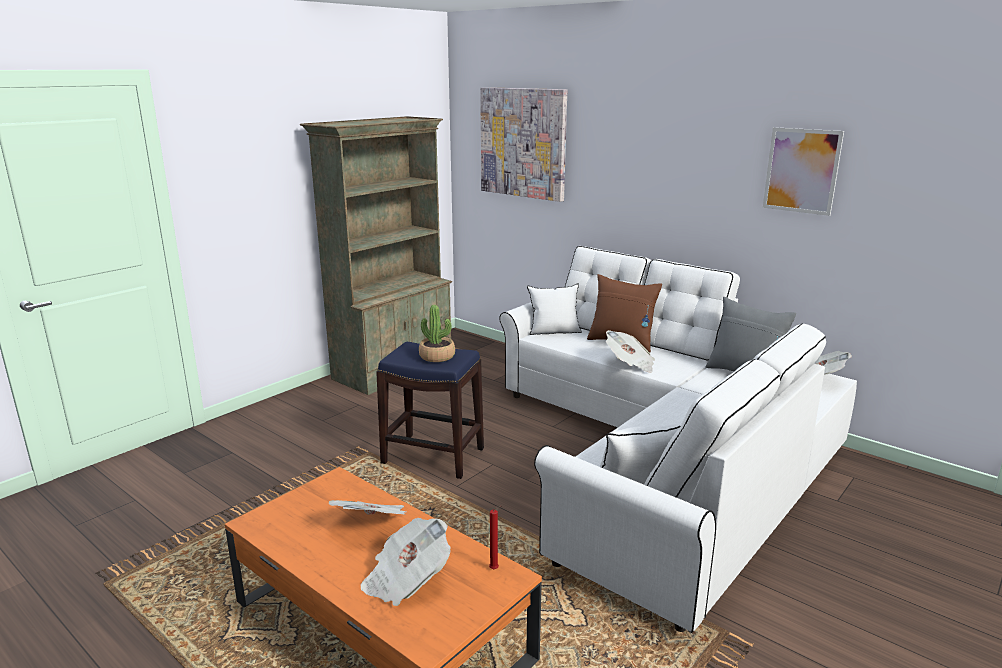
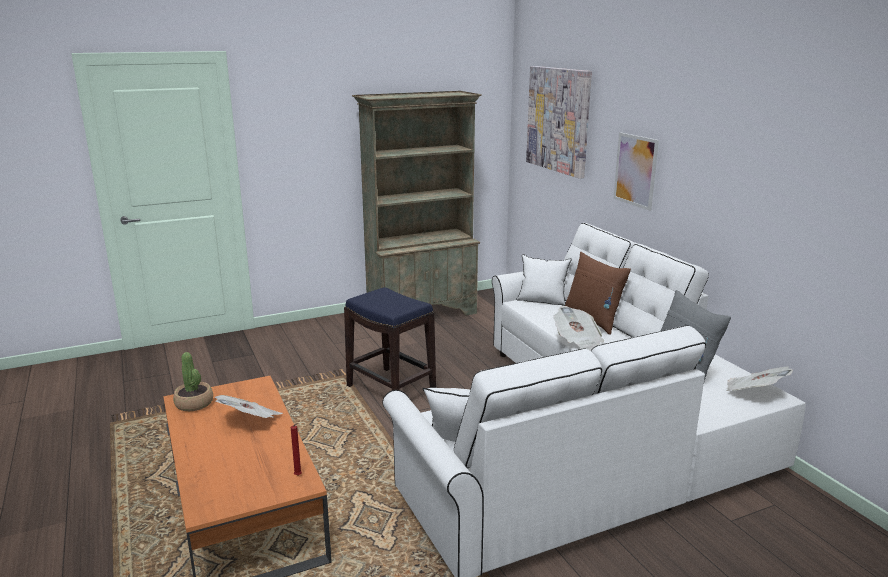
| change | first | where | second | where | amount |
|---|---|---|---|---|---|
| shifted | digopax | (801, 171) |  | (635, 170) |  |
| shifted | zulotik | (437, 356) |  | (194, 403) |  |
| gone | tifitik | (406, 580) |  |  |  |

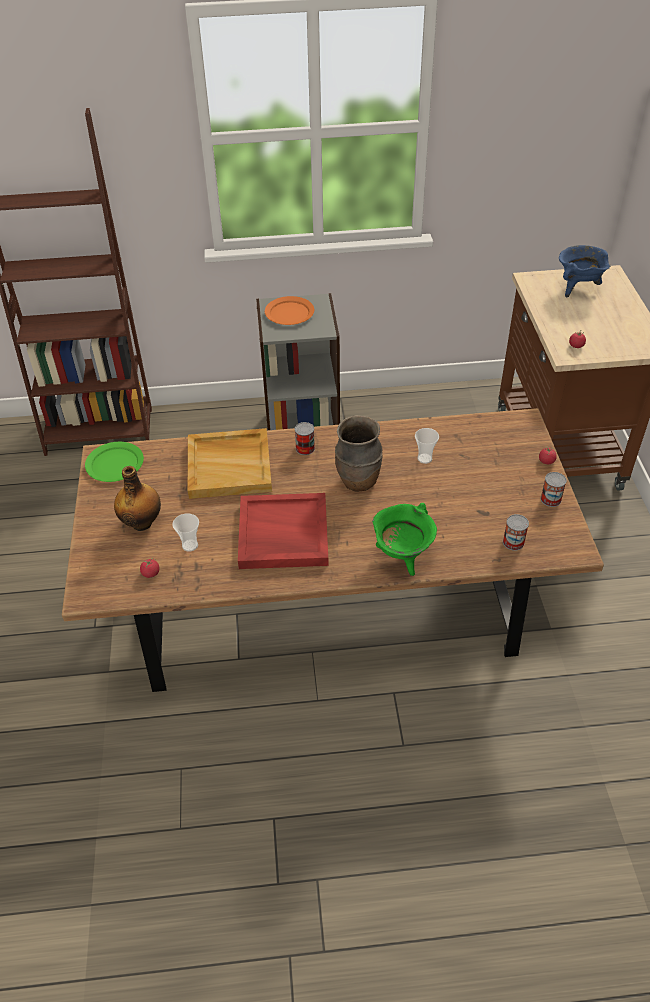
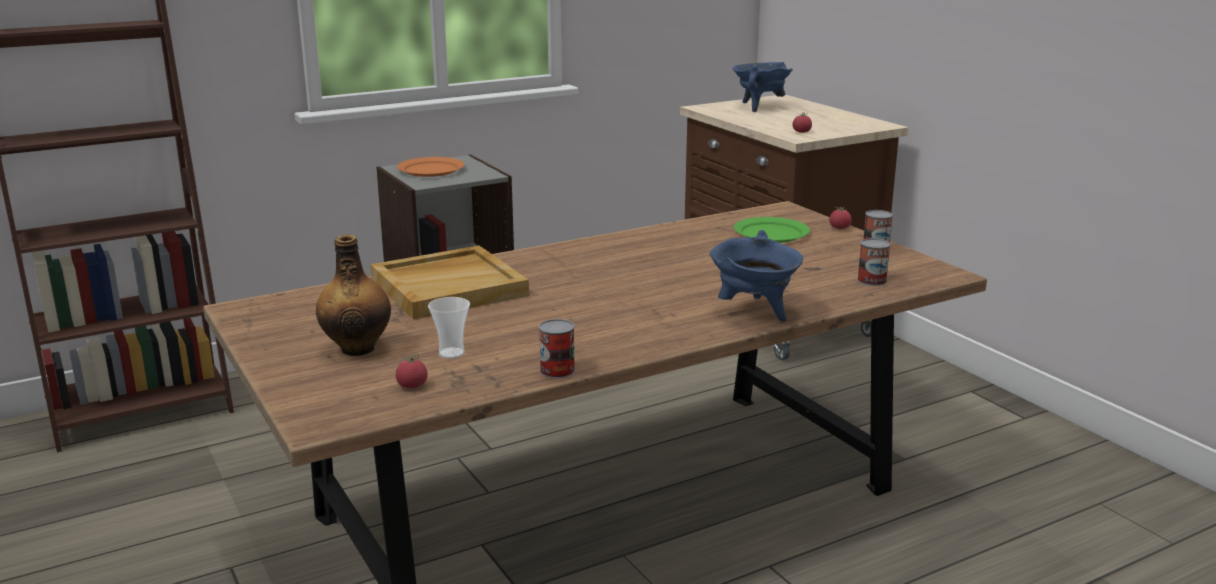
| change | first | where | second | where | amount |
|---|---|---|---|---|---|
| gone | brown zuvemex | (358, 481) |  |  |  |
| shifted | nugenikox | (305, 448) |  | (557, 370) |  |
| gone | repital | (424, 458) |  |  |  |
| shifted | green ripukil | (115, 464) |  | (771, 233) |  |
| gone | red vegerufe | (282, 534) |  |  |  |
| repainted | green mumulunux | (402, 557) | blue mumulunux | (754, 312) |  |

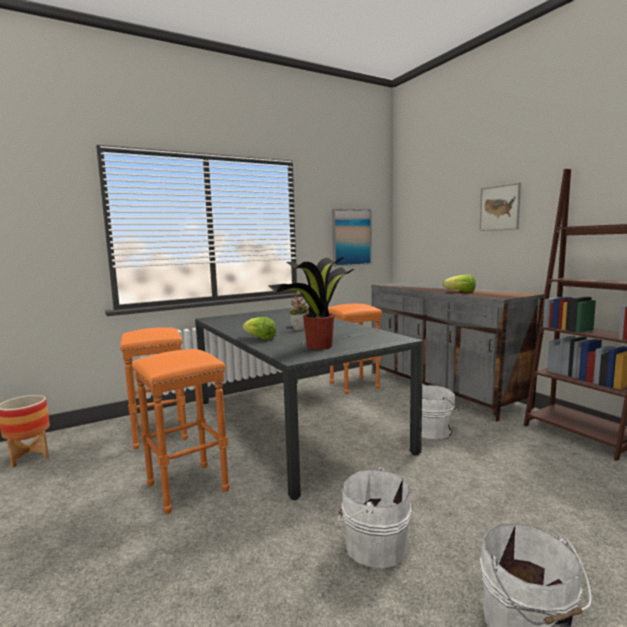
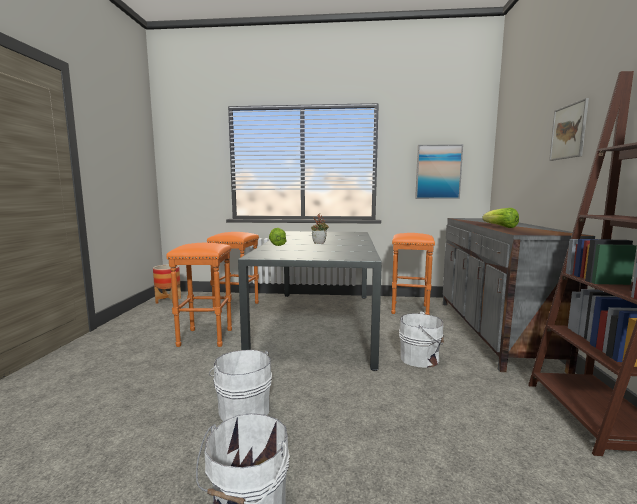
| change | first | where | second | where | amount |
|---|---|---|---|---|---|
| gone | zulotik | (318, 346) |  |  |  |

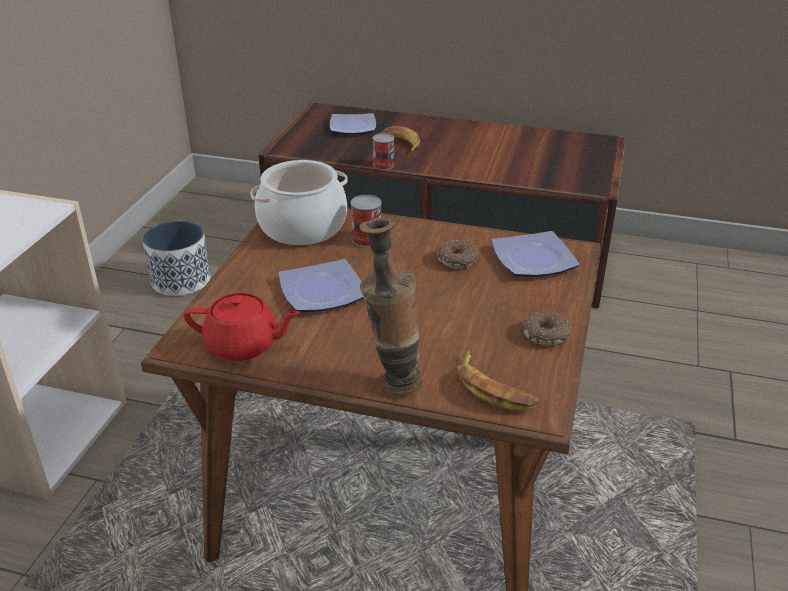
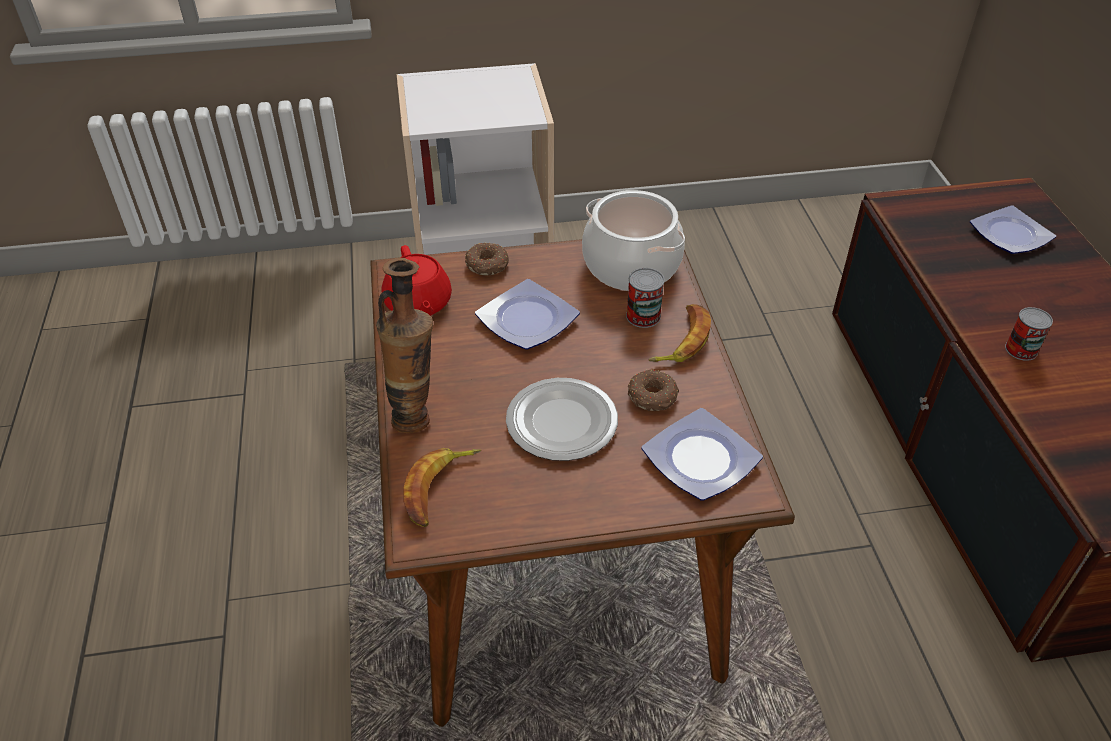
| change | first | where | second | where | amount |
|---|---|---|---|---|---|
| shifted | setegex | (401, 143) |  | (682, 340) |  |
| shifted | nugenikox | (383, 165) |  | (1021, 349) |  |
| gone | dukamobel | (181, 280) |  |  |  |
| shifted | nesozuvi | (546, 334) |  | (487, 265) |  |
| new |  |  | ripukil | (561, 421) |  |

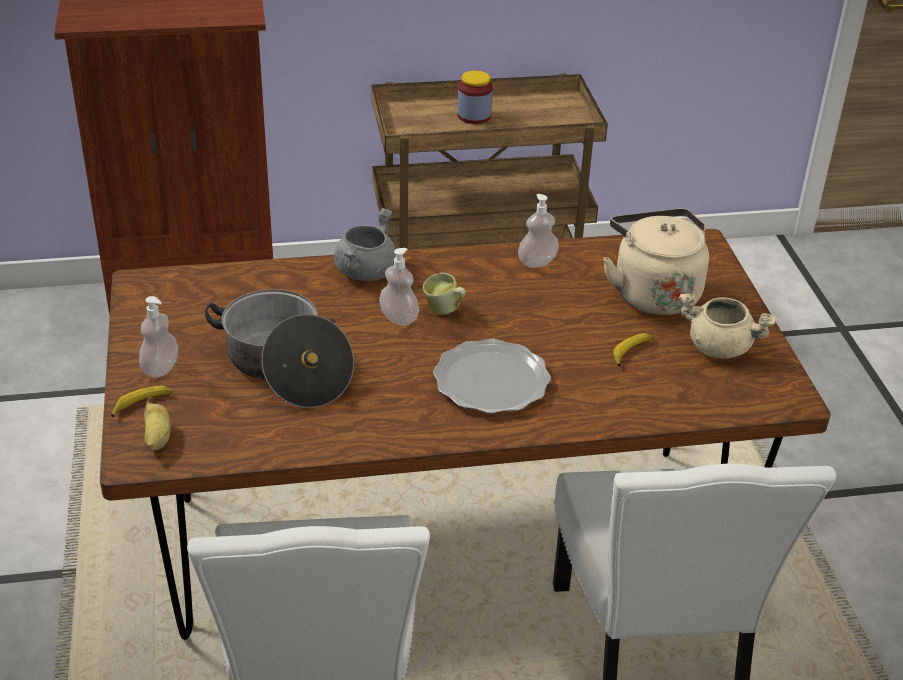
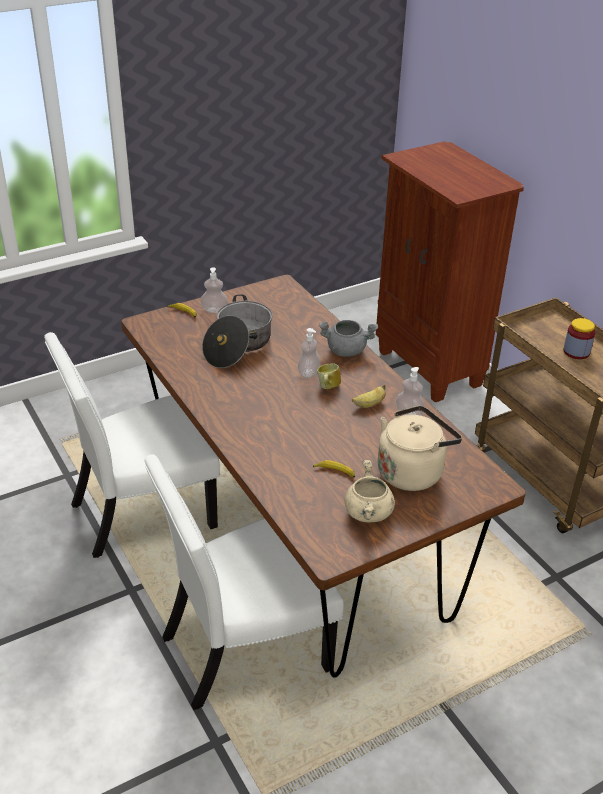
| change | first | where | second | where | amount |
|---|---|---|---|---|---|
| gone | ripukil | (490, 381) |  |  |  |
| shifted | setegex | (157, 438) |  | (369, 404) |  |

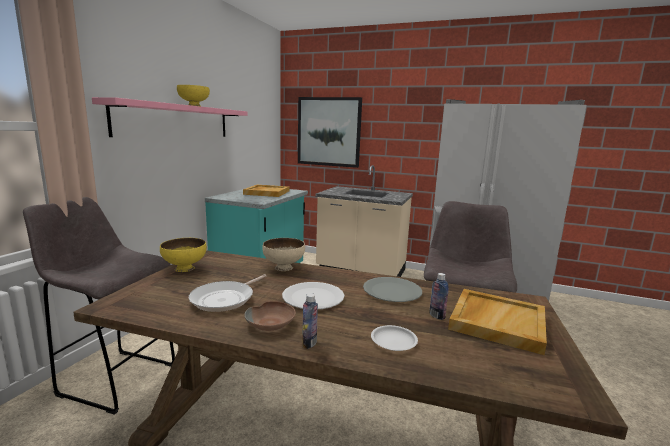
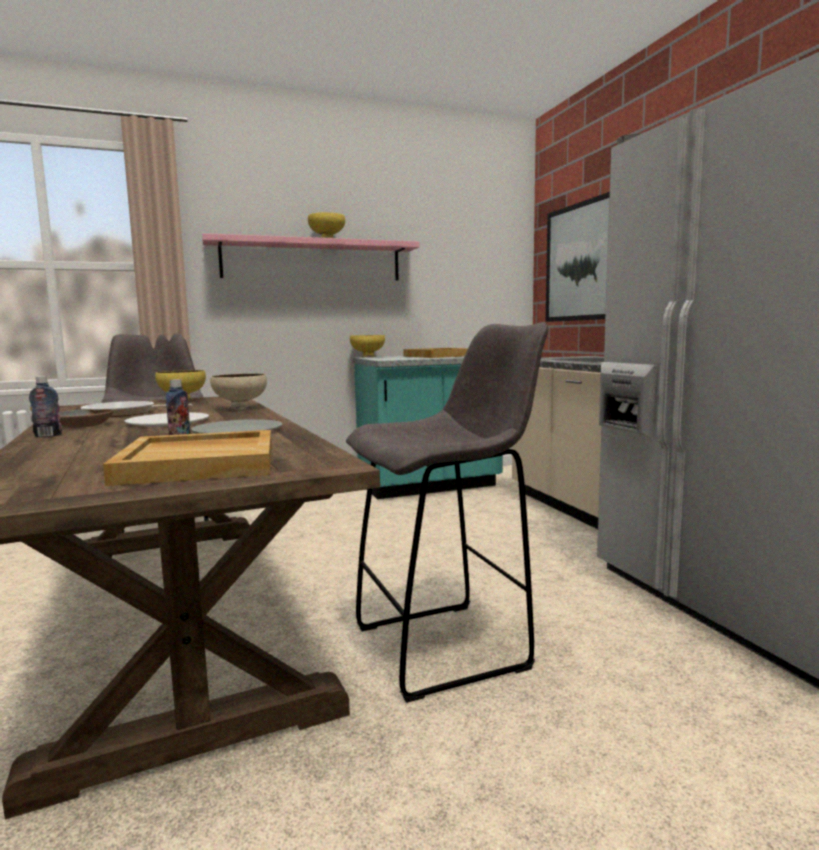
| change | first | where | second | where | amount |
|---|---|---|---|---|---|
| gone | white ripukil | (394, 341) |  |  |  |
| new |  |  | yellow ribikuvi | (367, 357) |  |

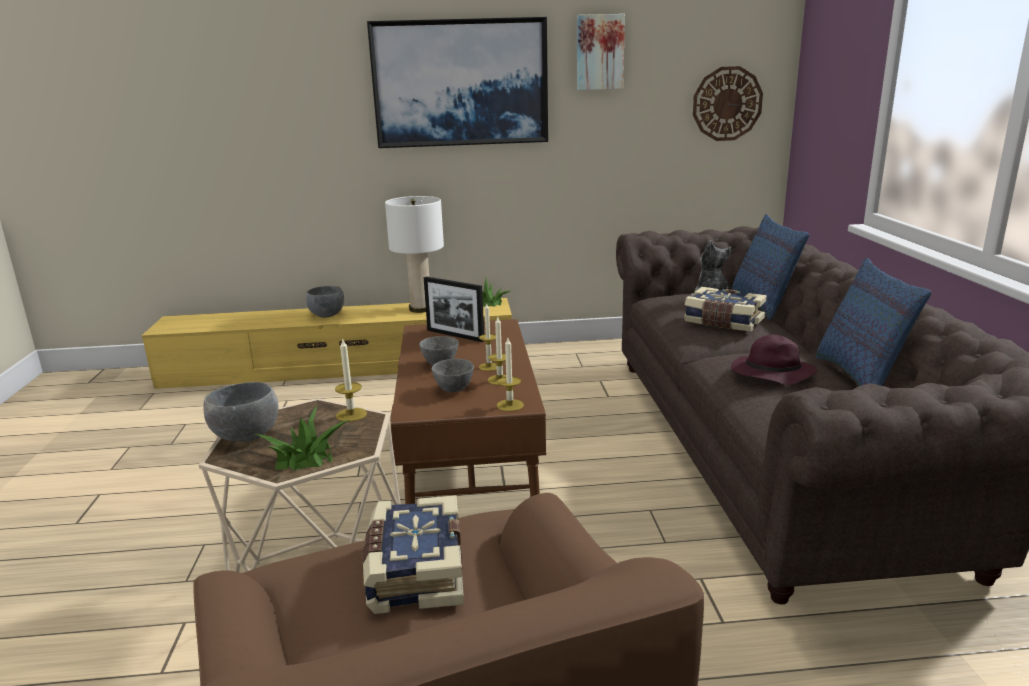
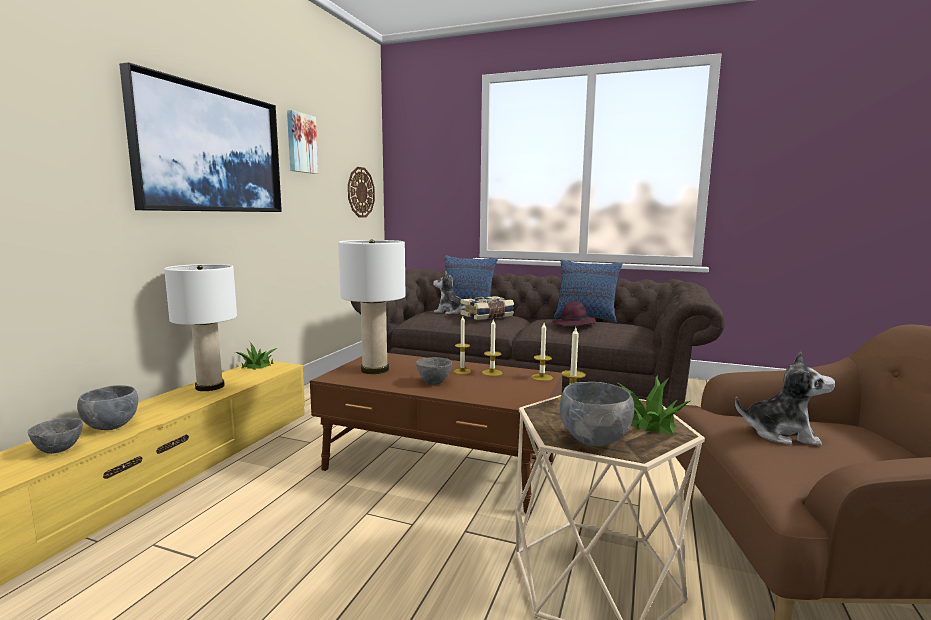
| change | first | where | second | where | amount |
|---|---|---|---|---|---|
| swapped | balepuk | (455, 335) | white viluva | (375, 369) |  |
| shifted | grey ribikuvi | (454, 390) |  | (59, 450) |  |
| swapped | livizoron | (414, 571) | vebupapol | (780, 434) |  |

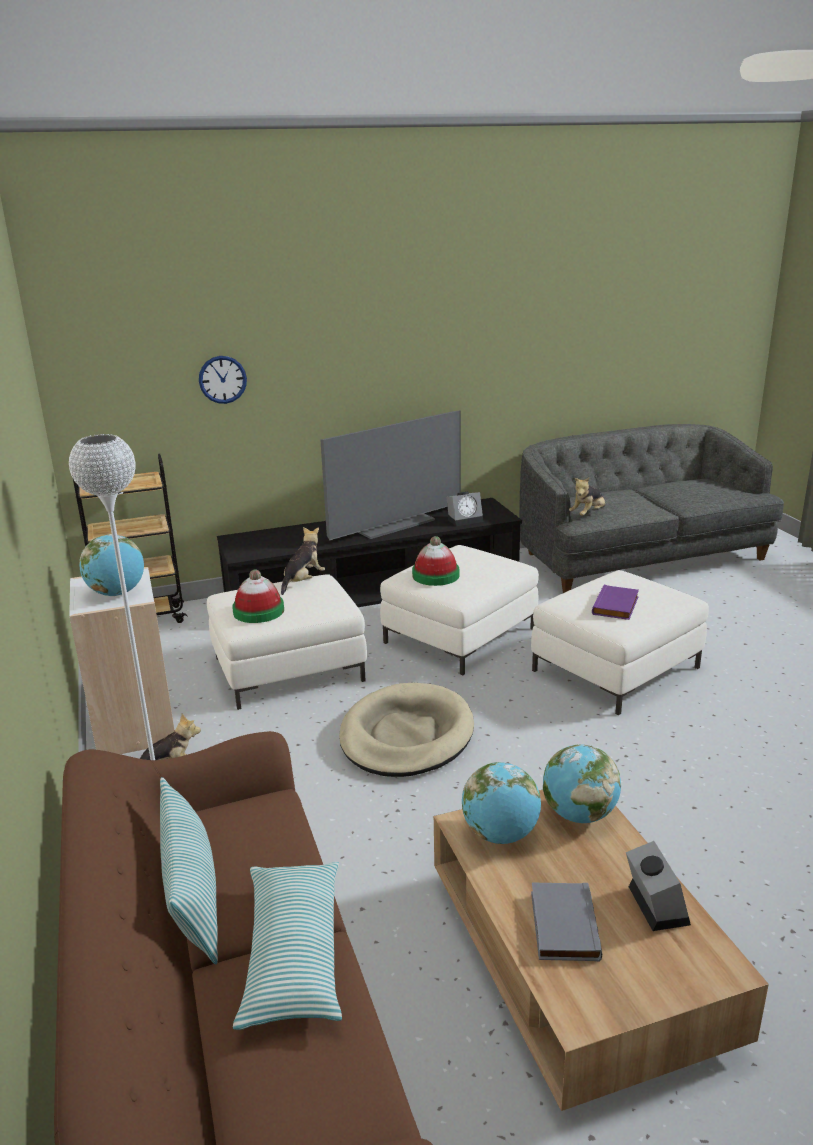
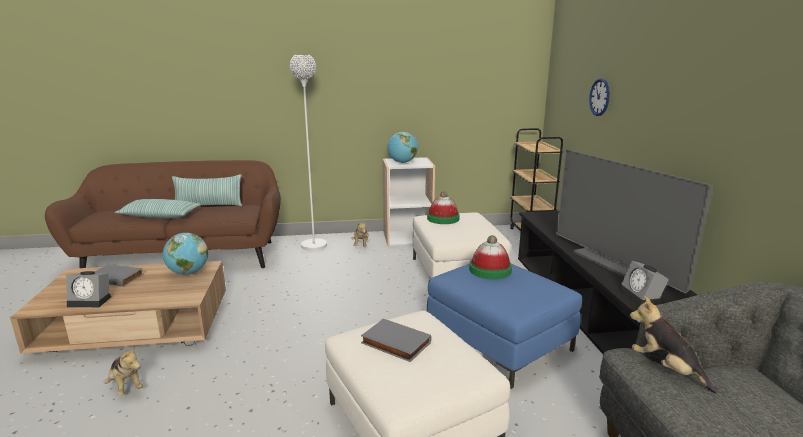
| change | first | where | second | where | amount |
|---|---|---|---|---|---|
| shifted | vebupapol | (303, 581) |  | (126, 386) |  |
| repainted | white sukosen | (460, 635) | blue sukosen | (499, 342) |  |
| repainted | purple livizoron | (616, 606) | grey livizoron | (394, 343) |  |
| gone | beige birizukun | (406, 735) |  |  |  |
| gone | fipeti | (579, 814) |  |  |  |

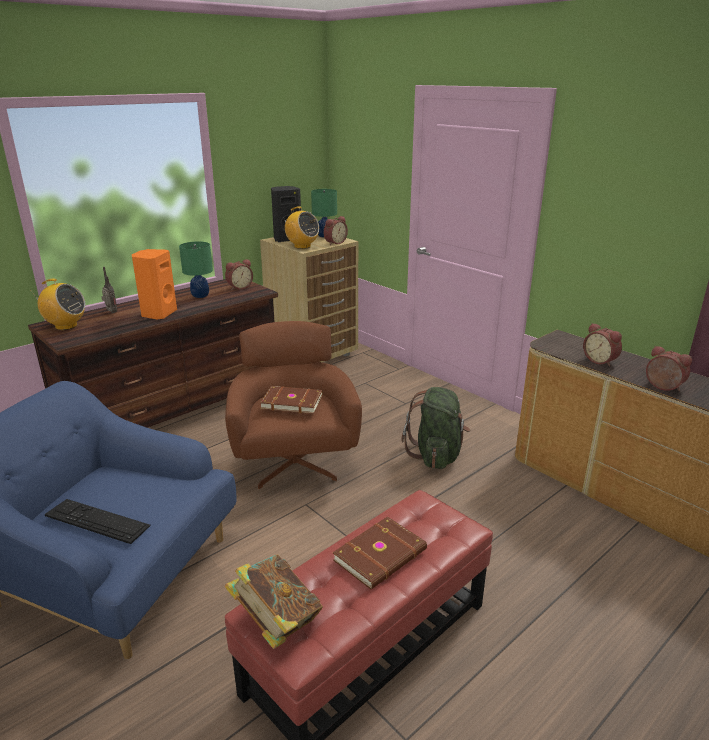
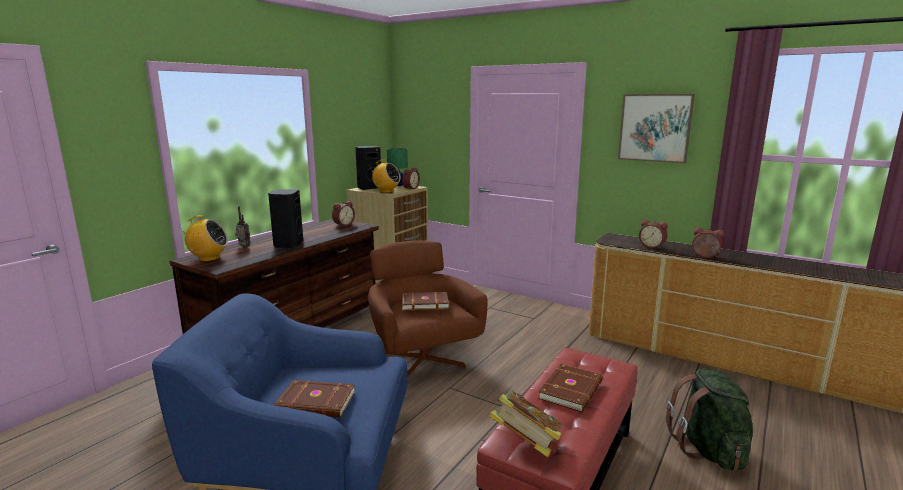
| change | first | where | second | where | amount |
|---|---|---|---|---|---|
| gone | green viluva | (199, 296) |  |  |  |
| repainted | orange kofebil | (158, 314) | black kofebil | (288, 245) |  |
| shifted | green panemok | (436, 455) |  | (709, 450) |  |
| swapped | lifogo | (97, 520) | brown livizoron | (316, 403) |  |
| new |  |  | digopax | (655, 128) |  |

